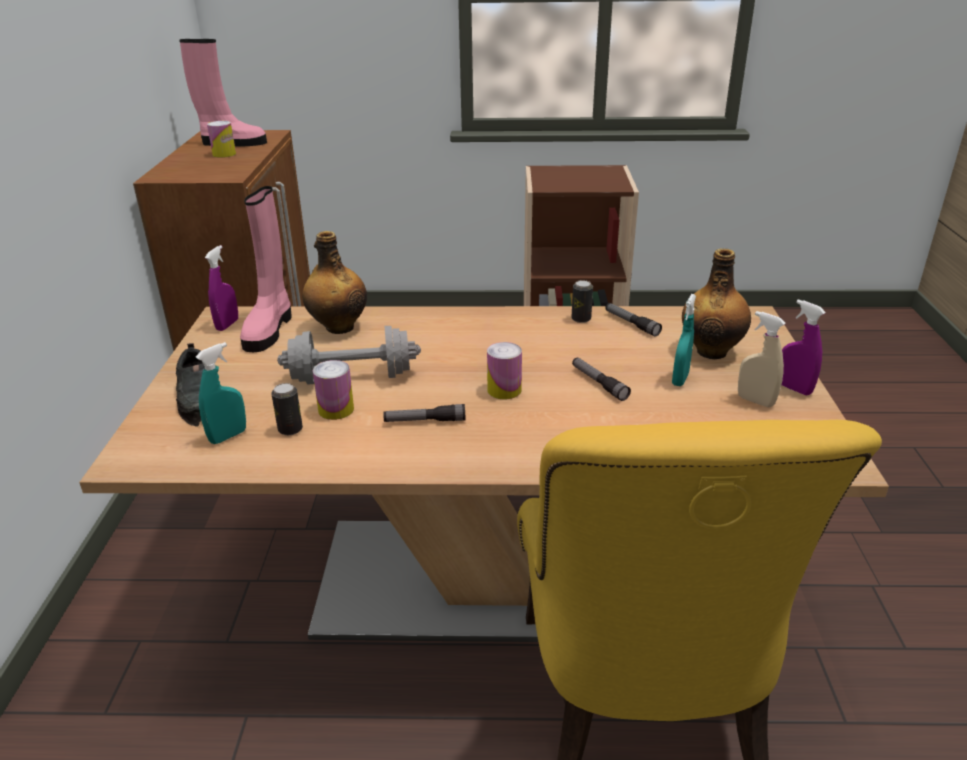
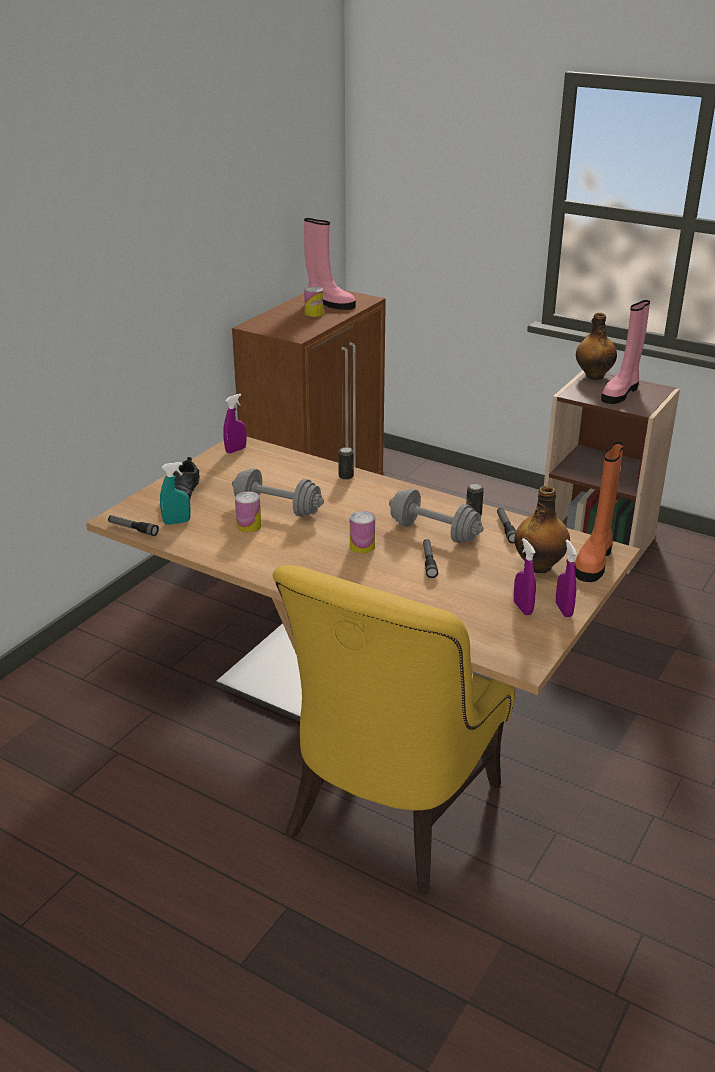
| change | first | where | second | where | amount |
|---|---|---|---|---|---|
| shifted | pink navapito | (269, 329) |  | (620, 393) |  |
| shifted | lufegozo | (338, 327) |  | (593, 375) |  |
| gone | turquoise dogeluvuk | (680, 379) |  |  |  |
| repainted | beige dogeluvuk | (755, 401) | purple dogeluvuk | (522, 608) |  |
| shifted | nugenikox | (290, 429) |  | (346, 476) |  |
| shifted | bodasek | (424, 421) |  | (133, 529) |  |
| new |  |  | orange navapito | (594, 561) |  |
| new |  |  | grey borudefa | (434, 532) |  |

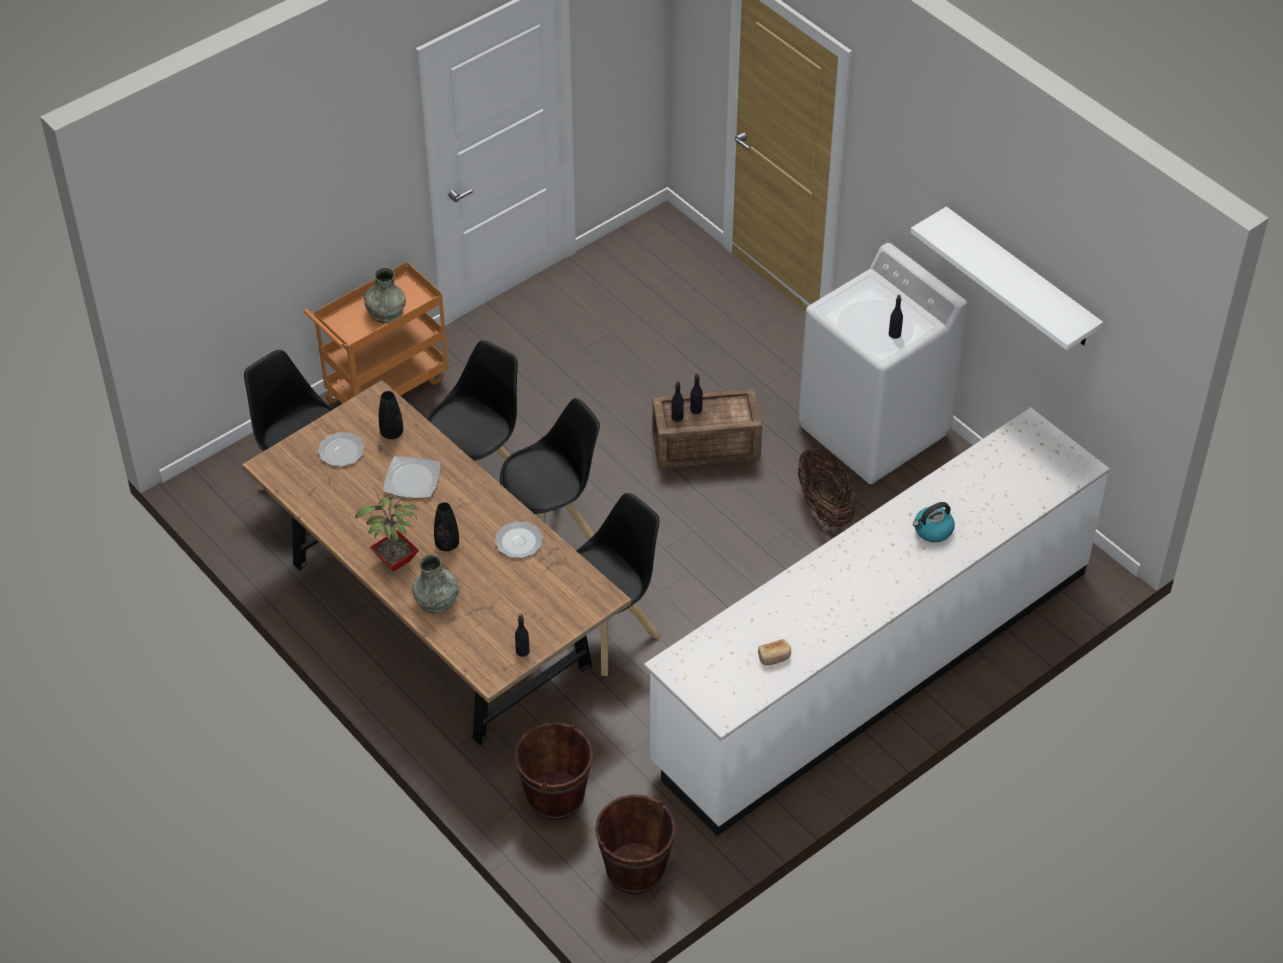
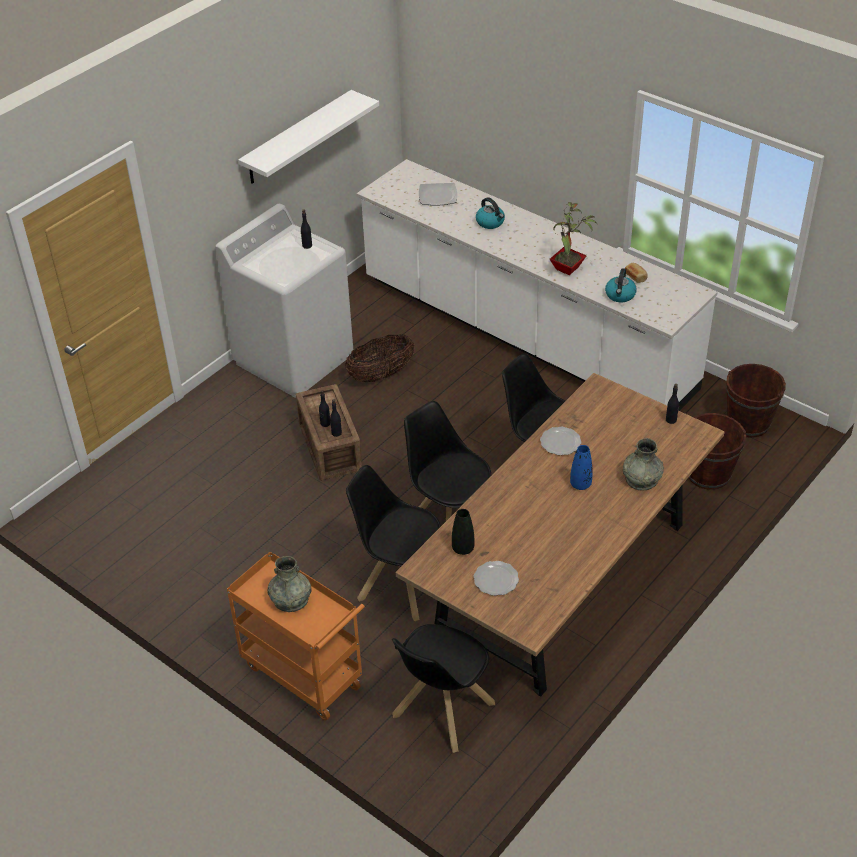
| change | first | where | second | where | amount |
|---|---|---|---|---|---|
| shifted | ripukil | (413, 479) |  | (437, 196) |  |
| shifted | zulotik | (393, 562) |  | (568, 269) |  |
| repainted | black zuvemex | (447, 544) | blue zuvemex | (580, 484) |  |
| new |  |  | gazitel | (620, 295) |  |

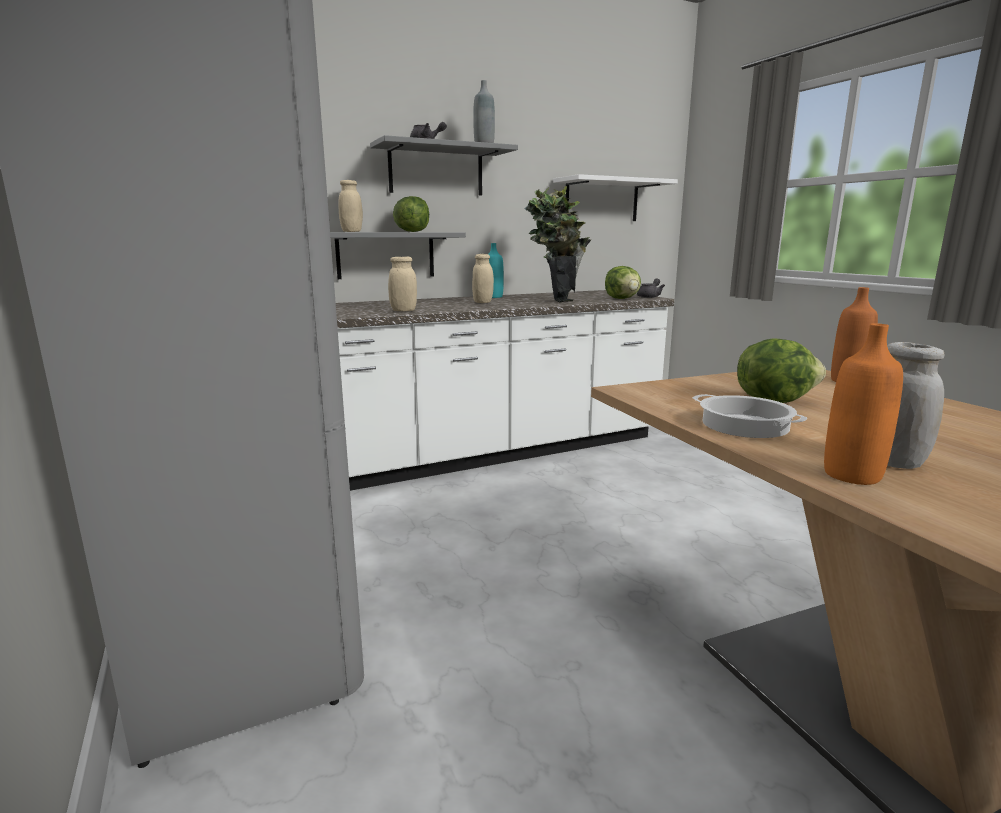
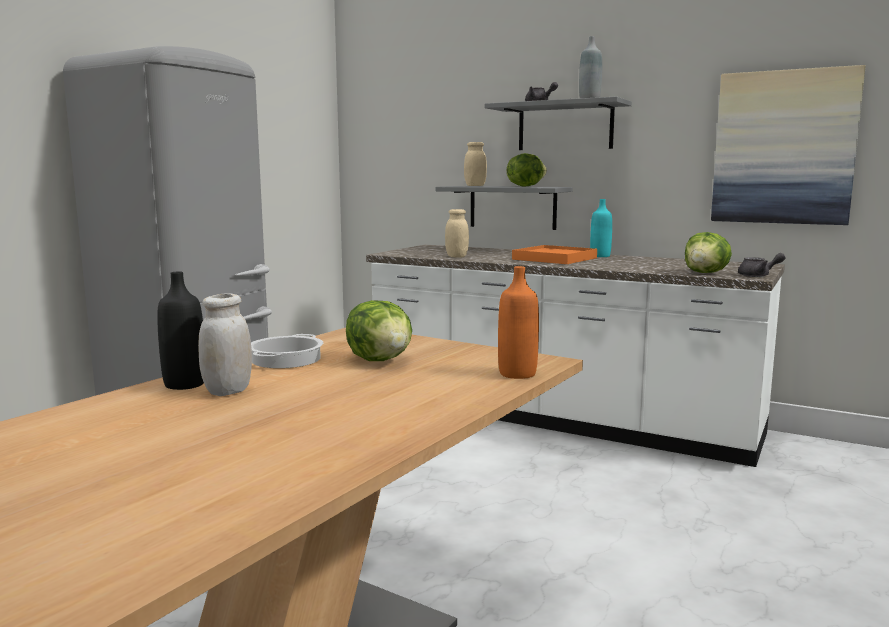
| change | first | where | second | where | amount |
|---|---|---|---|---|---|
| swapped | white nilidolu | (601, 200) | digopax | (784, 148) |  |
| gone | zulotik | (556, 300) |  |  |  |
| swapped | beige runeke | (483, 302) | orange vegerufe | (554, 258) |  |
| repainted | orange lufegozo | (852, 475) | black lufegozo | (185, 384) |  |

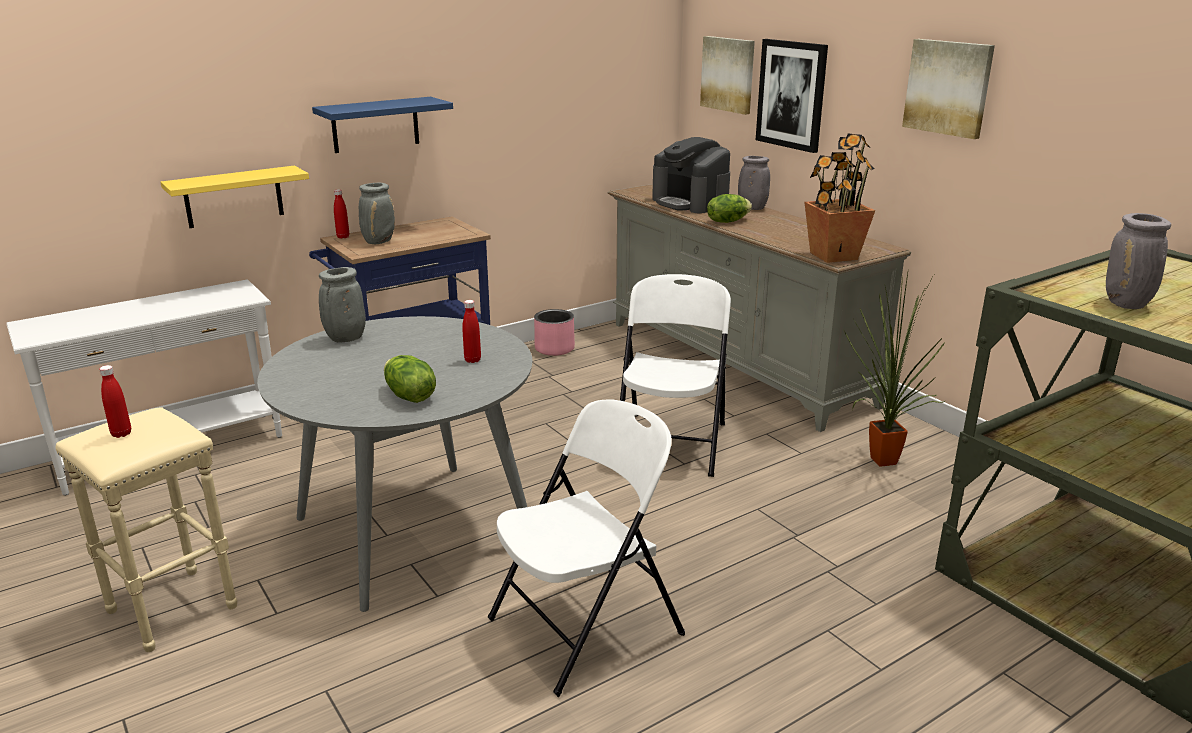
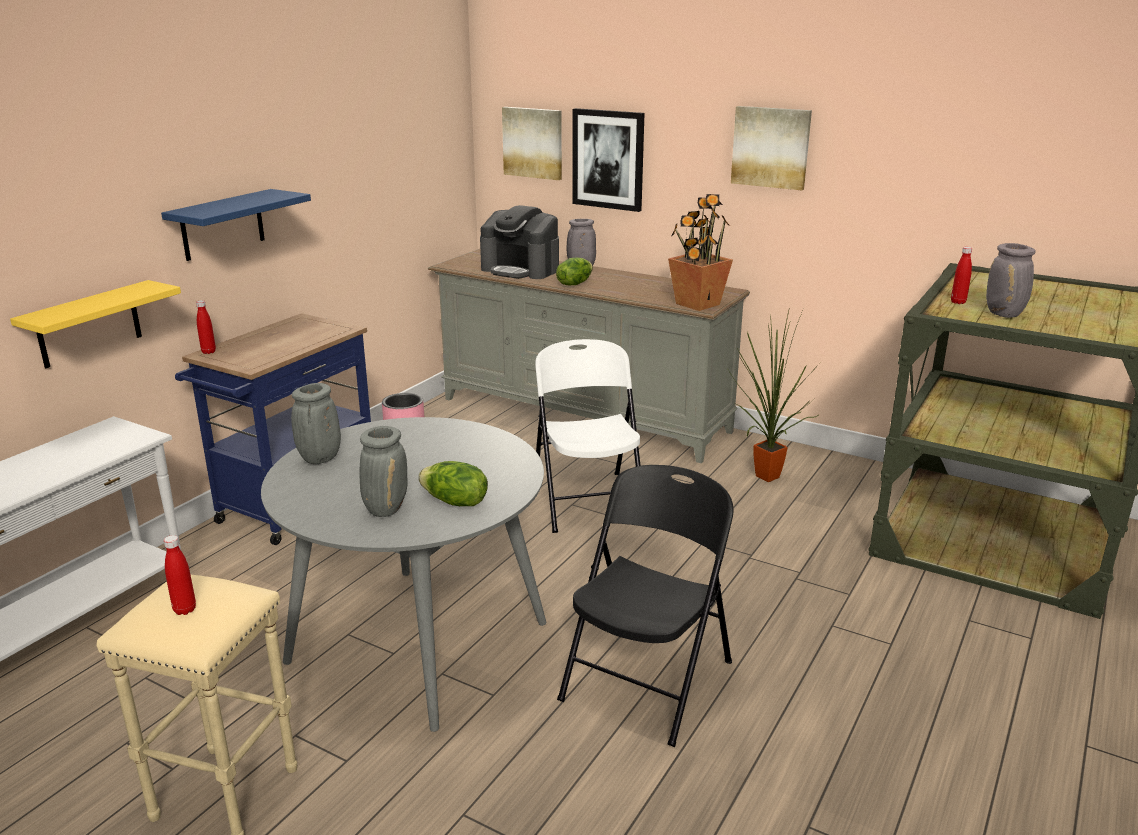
| change | first | where | second | where | amount |
|---|---|---|---|---|---|
| shifted | grey zuvemex | (379, 241) |  | (386, 509) |  |
| shifted | red lufegozo | (472, 360) |  | (958, 302) |  |
| repainted | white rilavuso | (585, 626) | black rilavuso | (647, 681) |  |

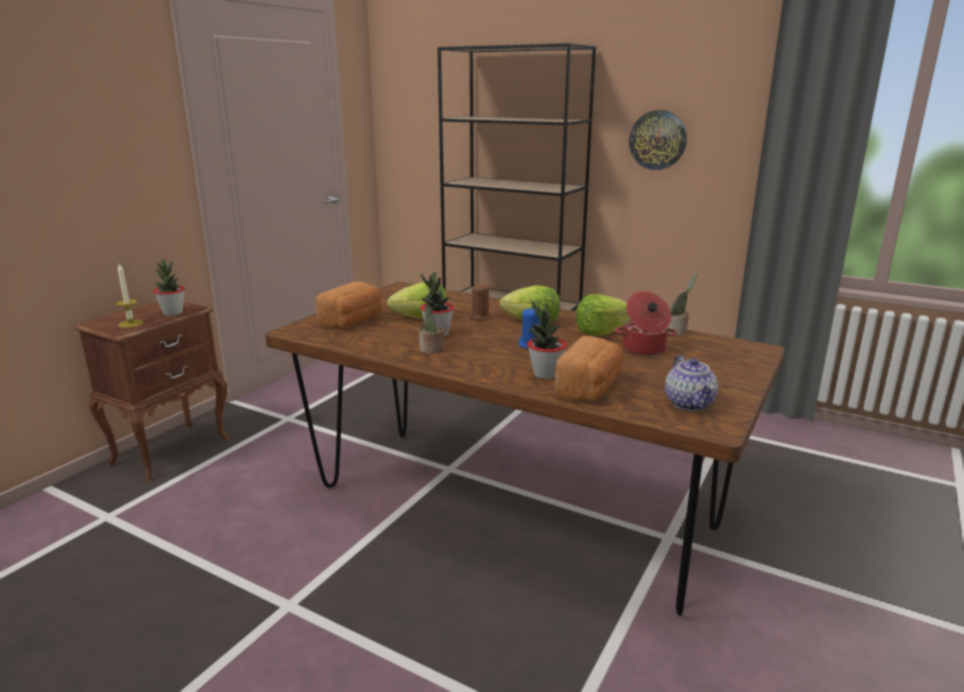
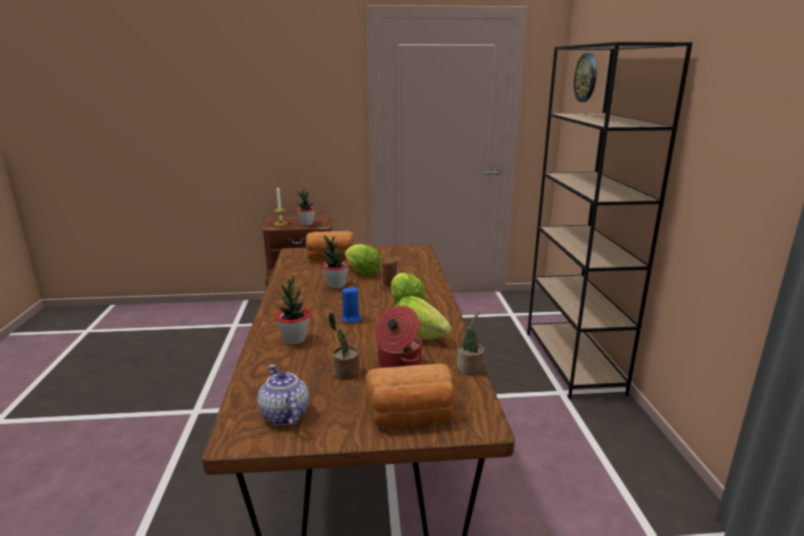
| change | first | where | second | where | amount |
|---|---|---|---|---|---|
| shifted | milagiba | (658, 140) |  | (586, 77) |  |
| shifted | zulotik | (431, 350) |  | (345, 372) |  |
| shifted | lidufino | (590, 388) |  | (411, 416) |  |
| rotated | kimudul | (690, 404) |  | (284, 415) | 105 degrees clockwise |

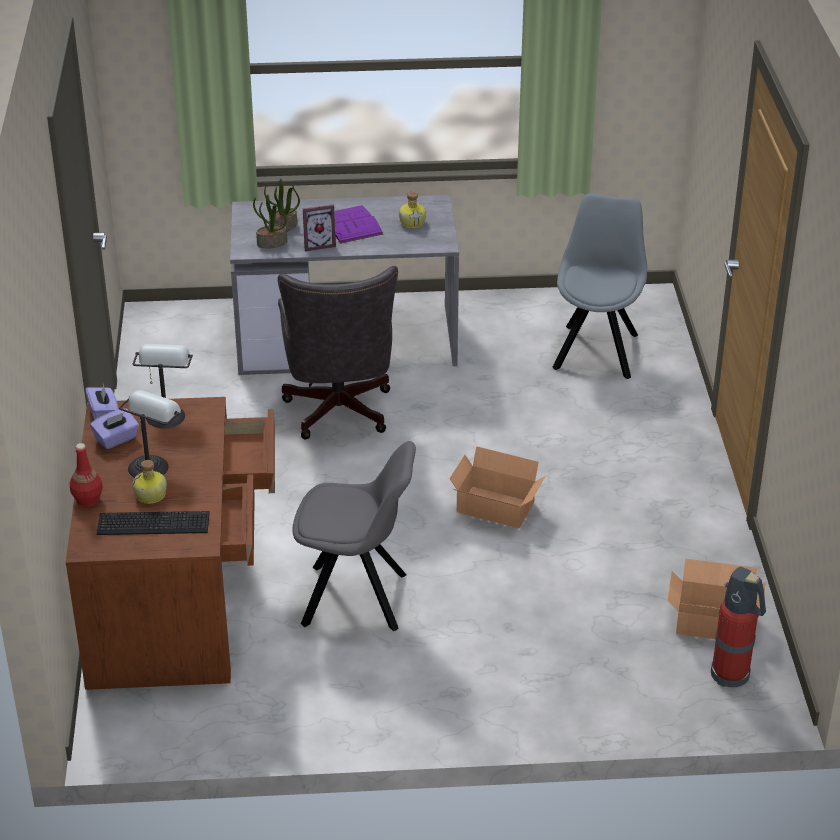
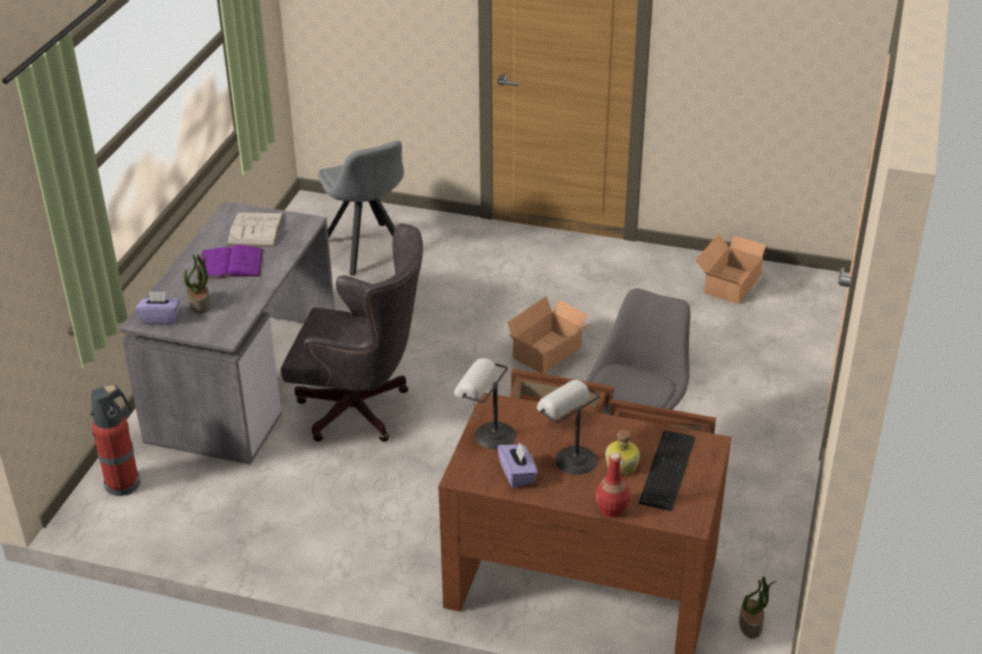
| change | first | where | second | where | amount |
|---|---|---|---|---|---|
| swapped | lufegozo | (413, 222) | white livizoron | (255, 230) |  |
| rotated | grey rilavuso | (596, 351) |  | (367, 249) | 150 degrees counterclockwise |
| shifted | zulotik | (271, 243) |  | (751, 625) |  |
| gone | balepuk | (318, 244) |  |  |  |
| shifted | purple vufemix | (104, 414) |  | (160, 318) |  |
| shifted | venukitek | (732, 675) |  | (124, 483) |  |

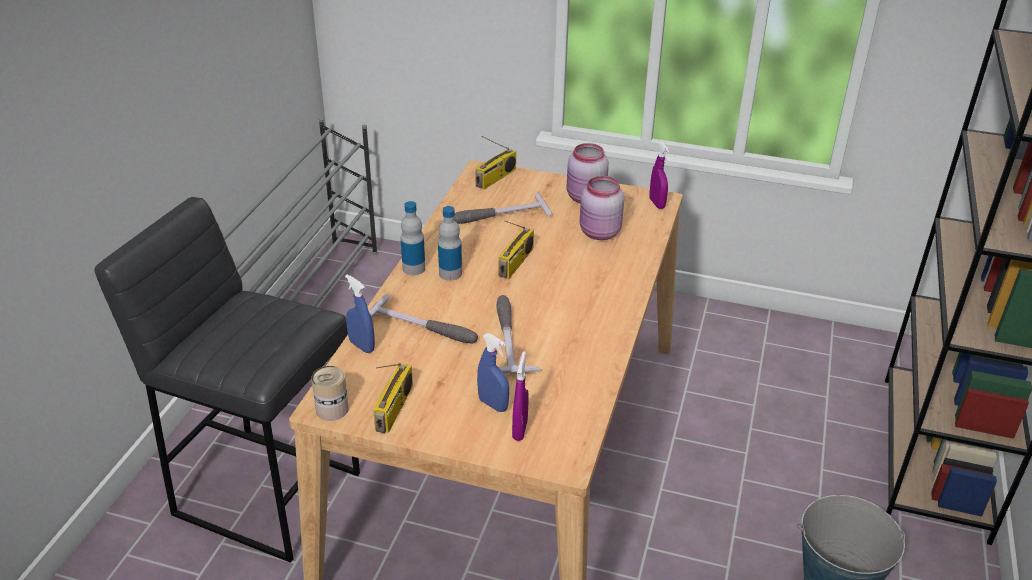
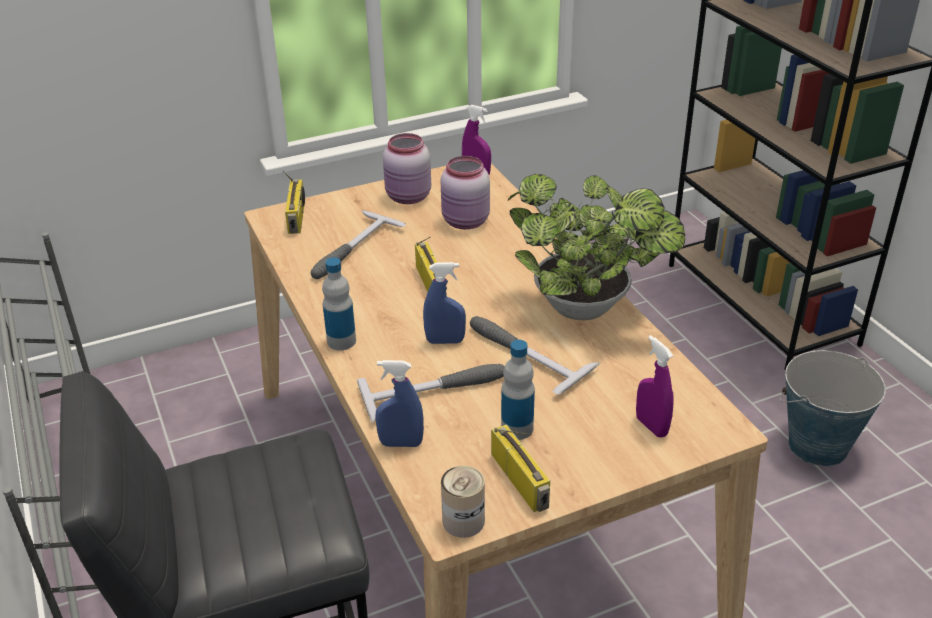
| change | first | where | second | where | amount |
|---|---|---|---|---|---|
| shifted | lufegozo | (450, 273) |  | (517, 428) |  |
| shifted | blue dogeluvuk | (493, 404) |  | (445, 341) |  |
| new |  |  | zulotik | (587, 309) |  |

